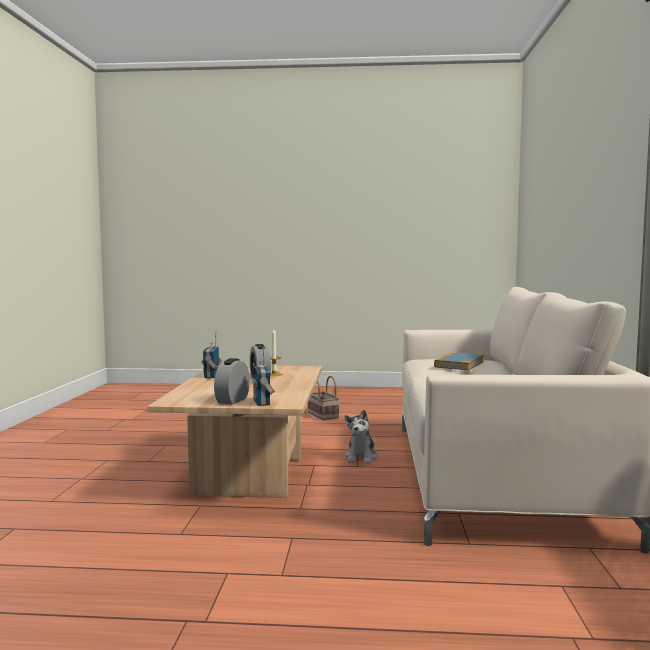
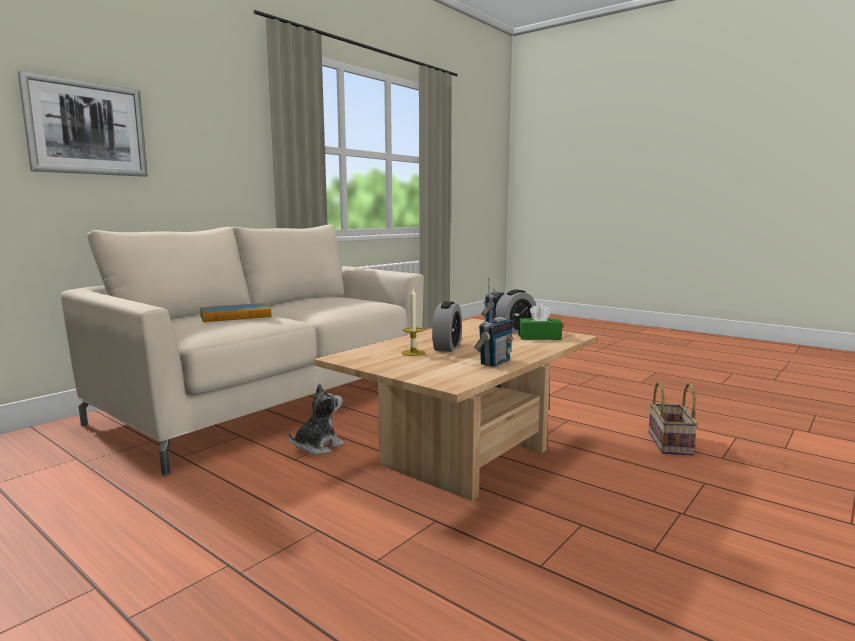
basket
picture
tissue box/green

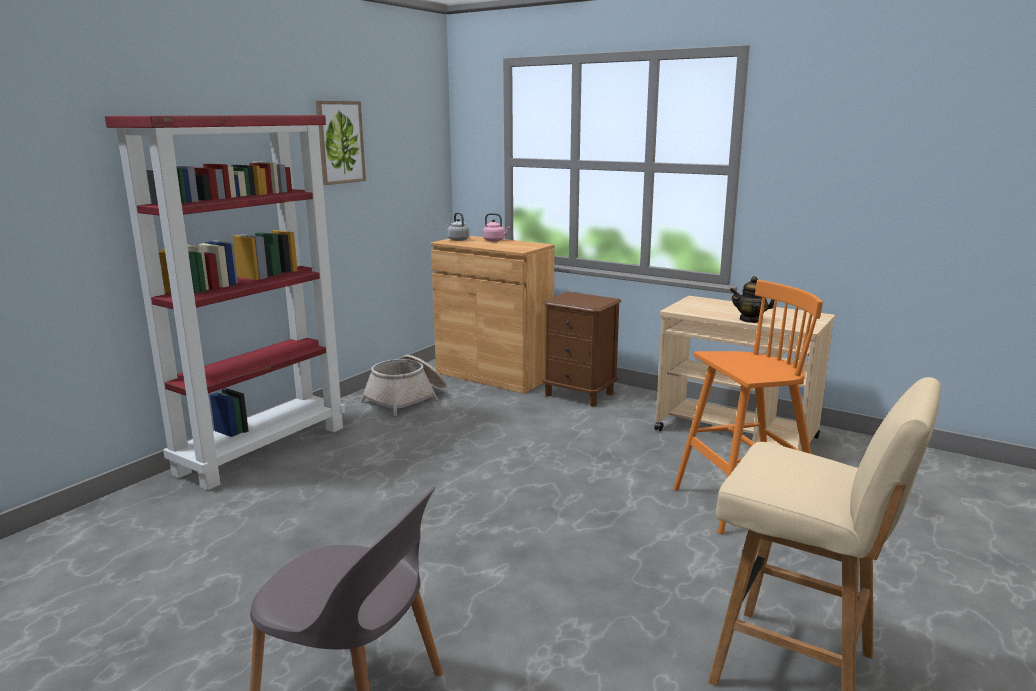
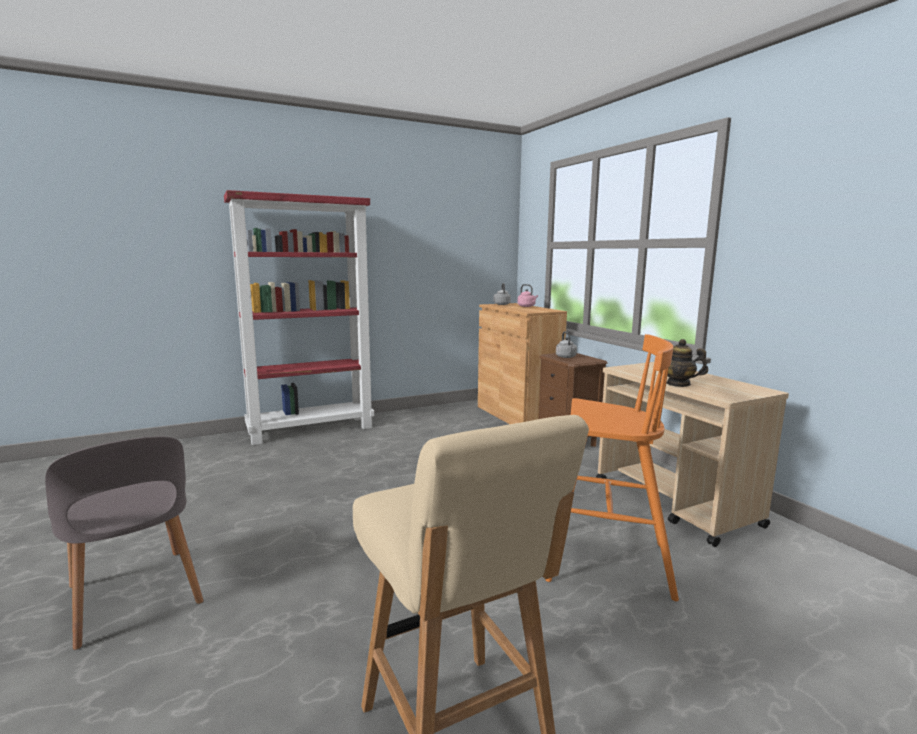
picture
basket
kettle/grey (2nd from left)

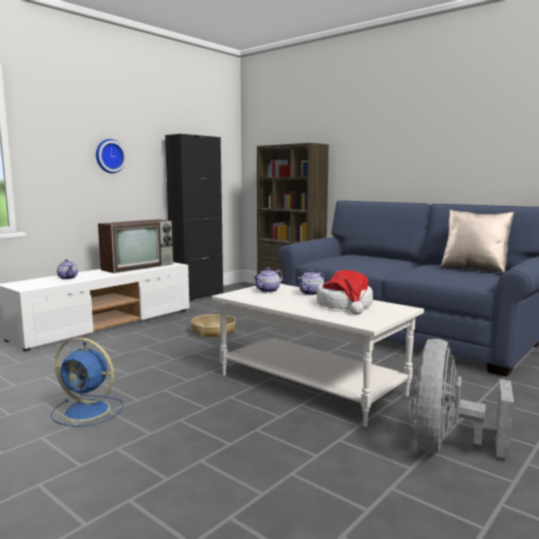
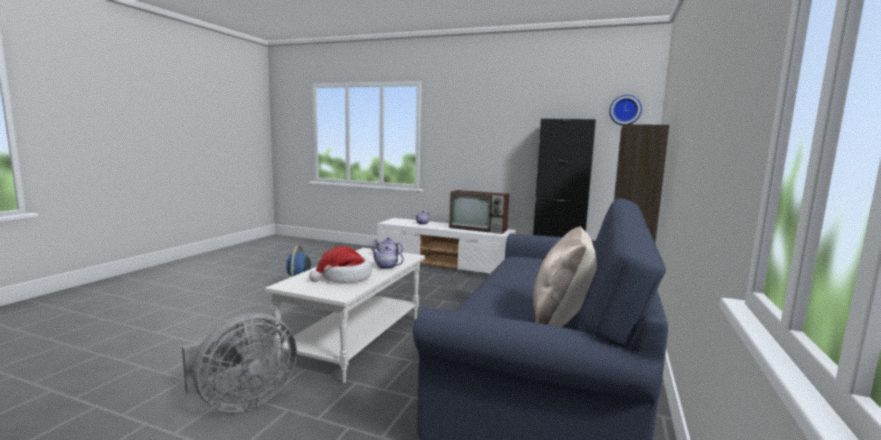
wall clock
basket
fan/grey

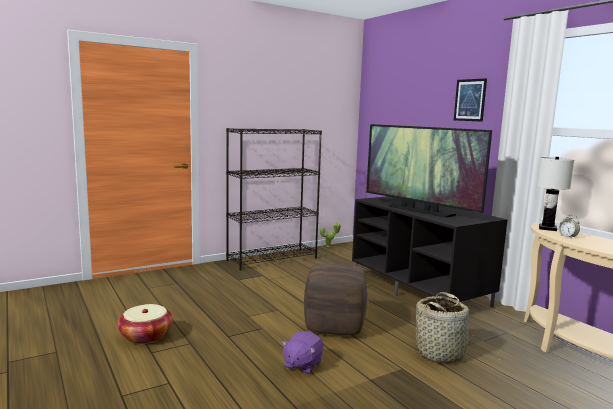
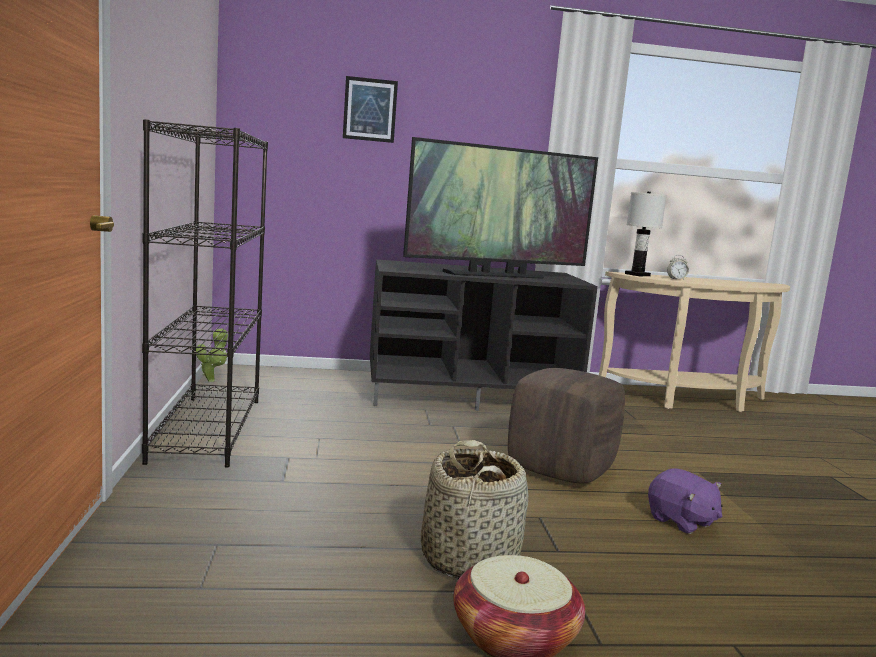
basket (1st from left)
picture

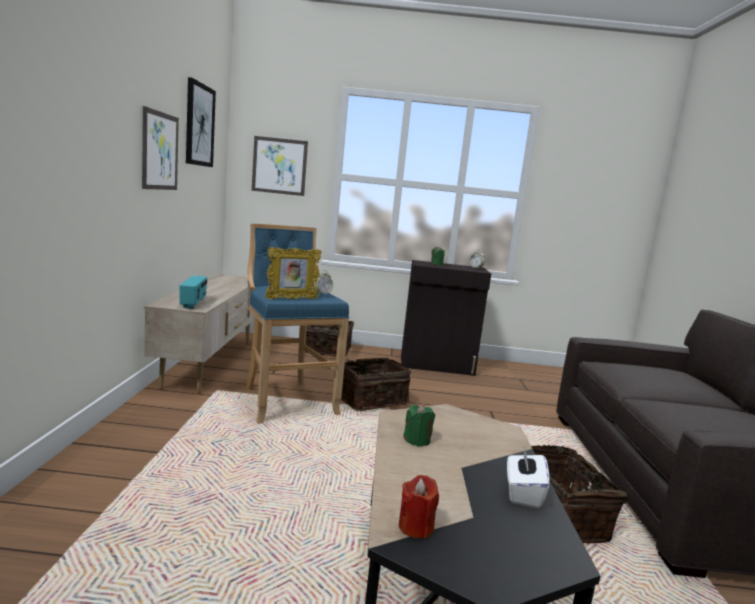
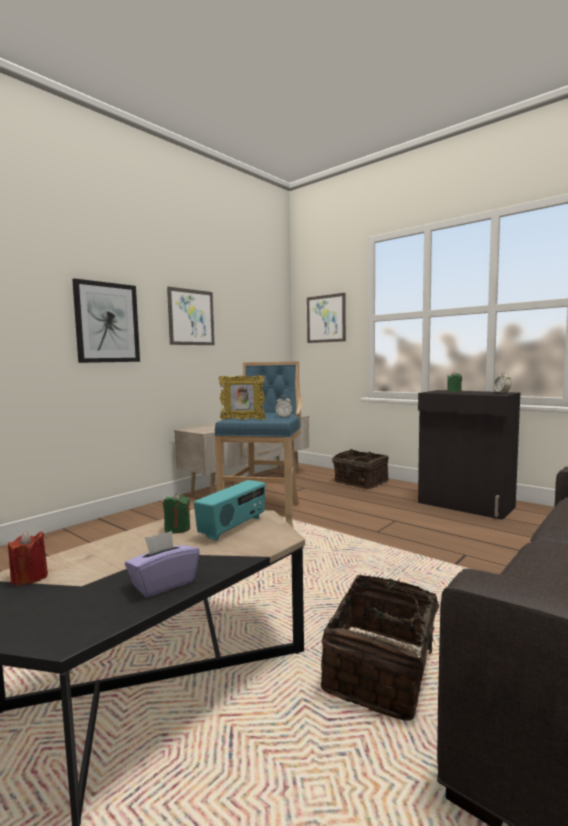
radio
picture (1st from left)
basket (2nd from left in the first image)
tissue box/purple

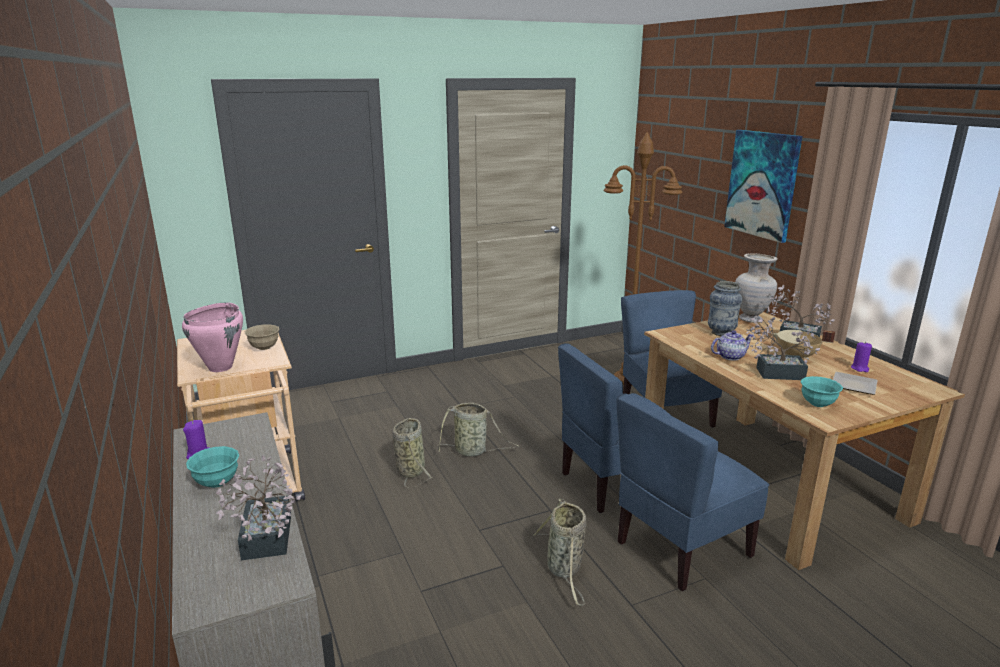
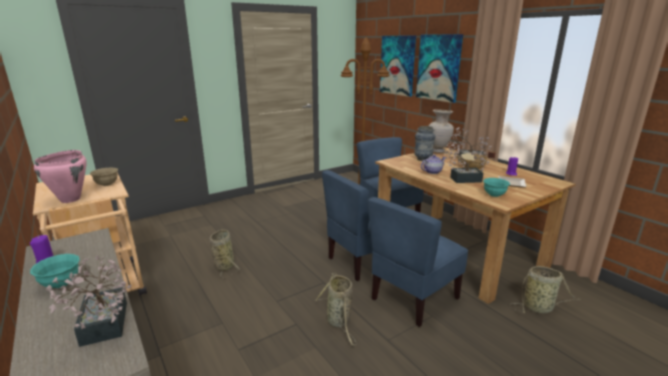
basket (3rd from left)
picture (1st from left)

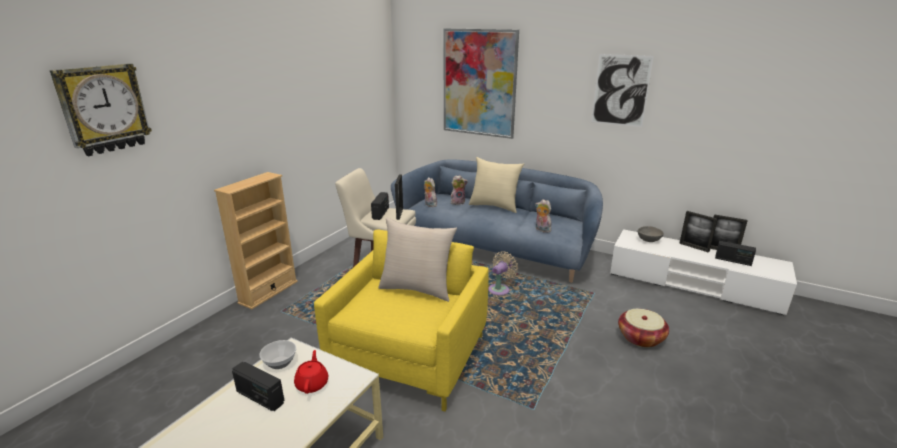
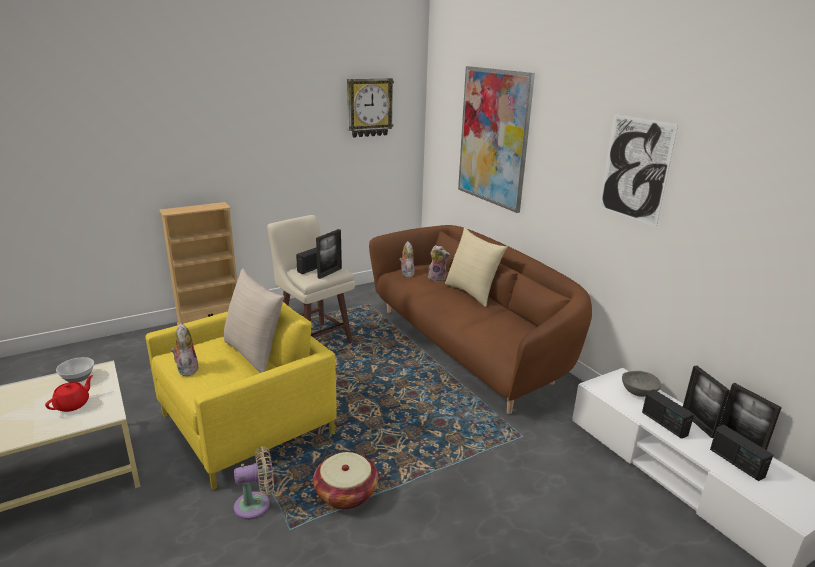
wall clock
radio (2nd from left)
sofa/brown
fan/beige
plush toy (1st from left)
basket

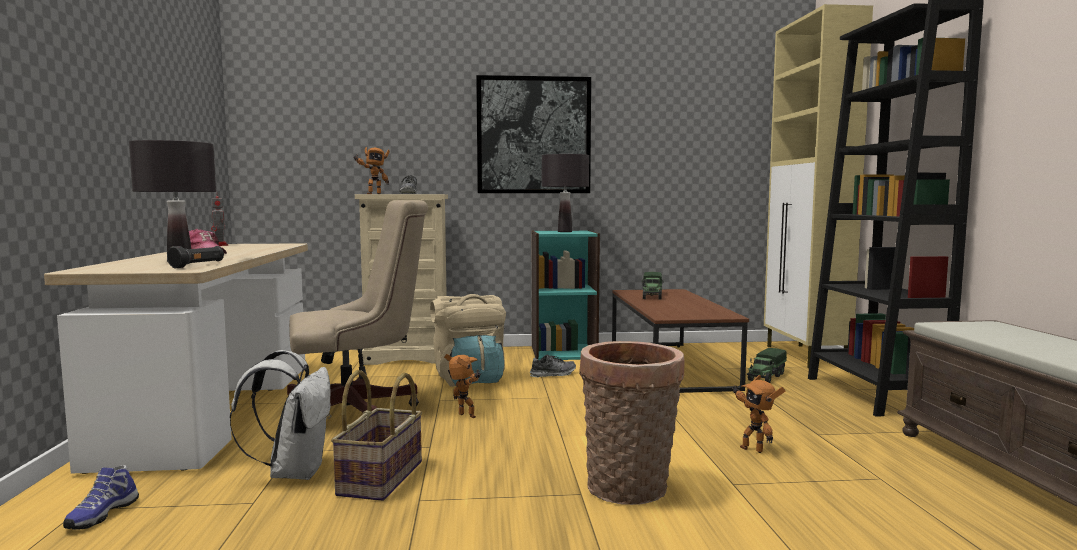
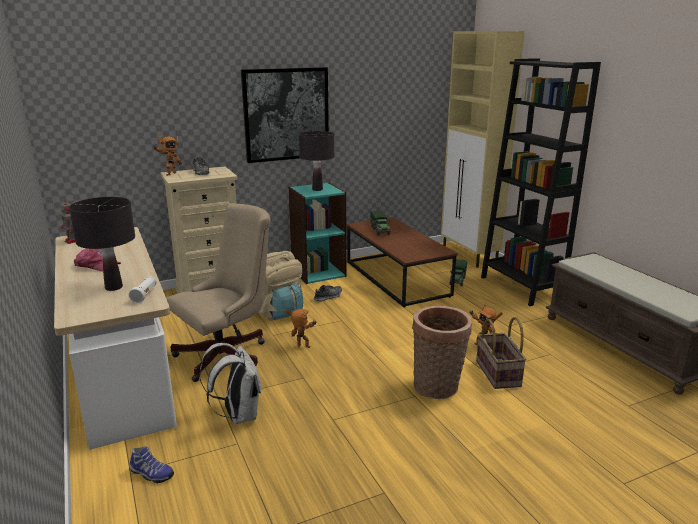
shoe (1st from left)
flashlight/white
basket (2nd from left)

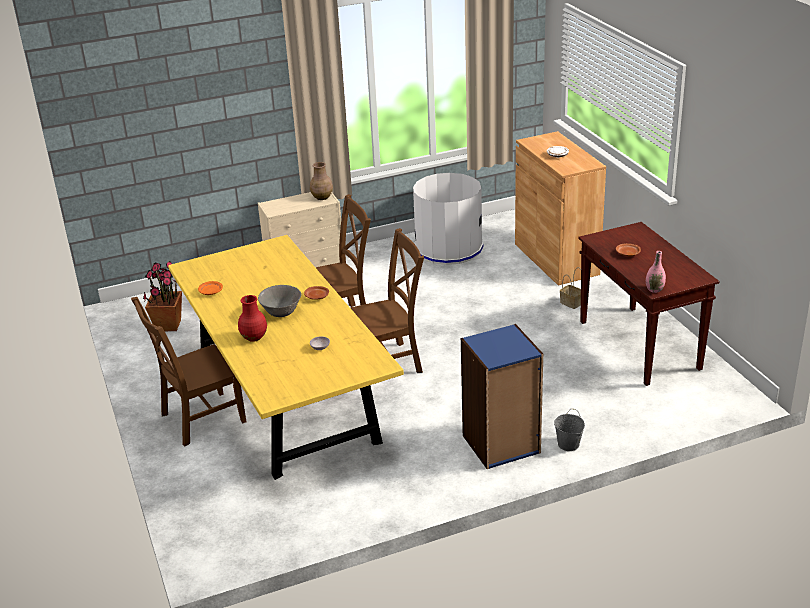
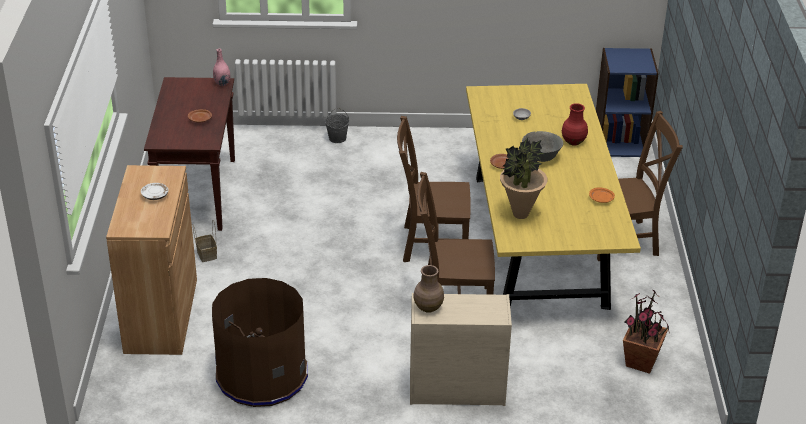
trash can/brown
bookcase/blue
potted plant (1st from left)

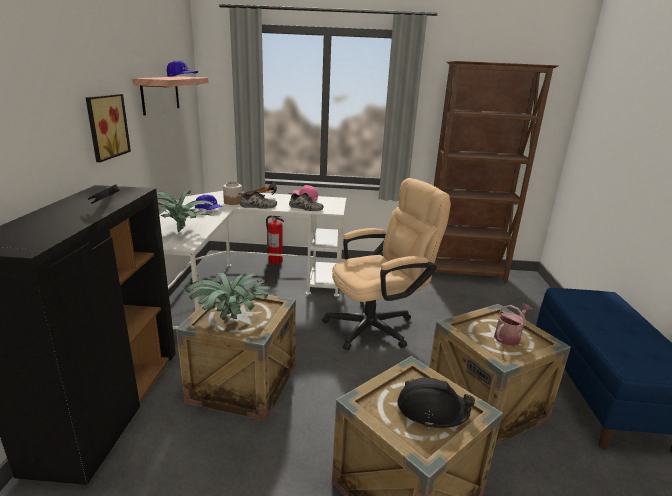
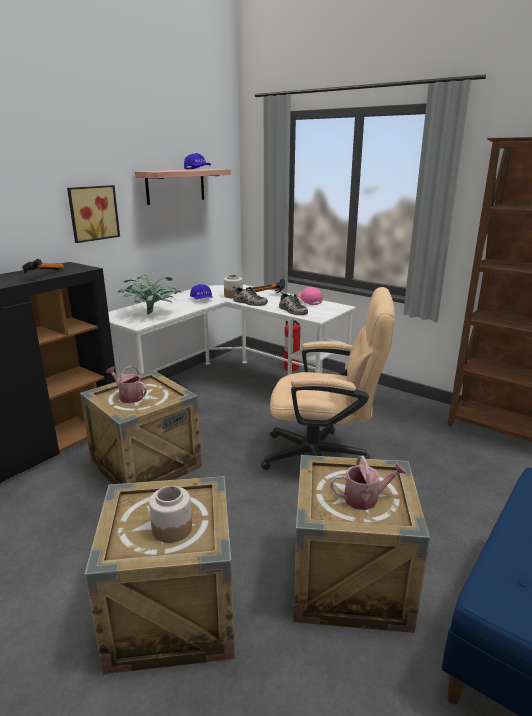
watering can (1st from left)
jar (1st from left)

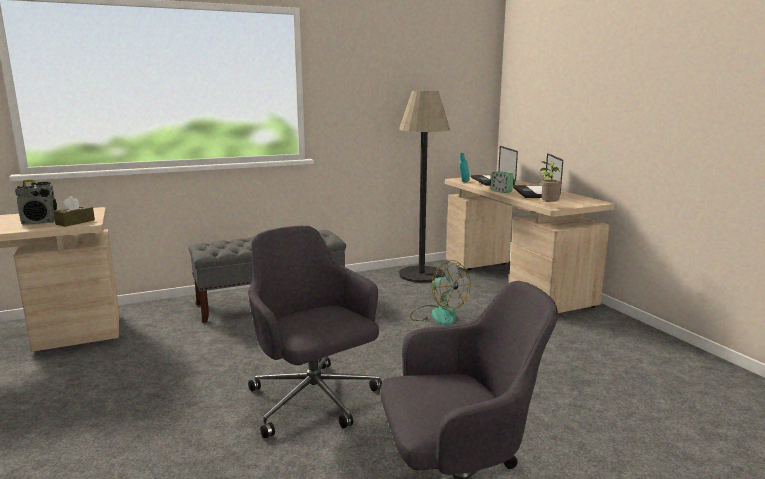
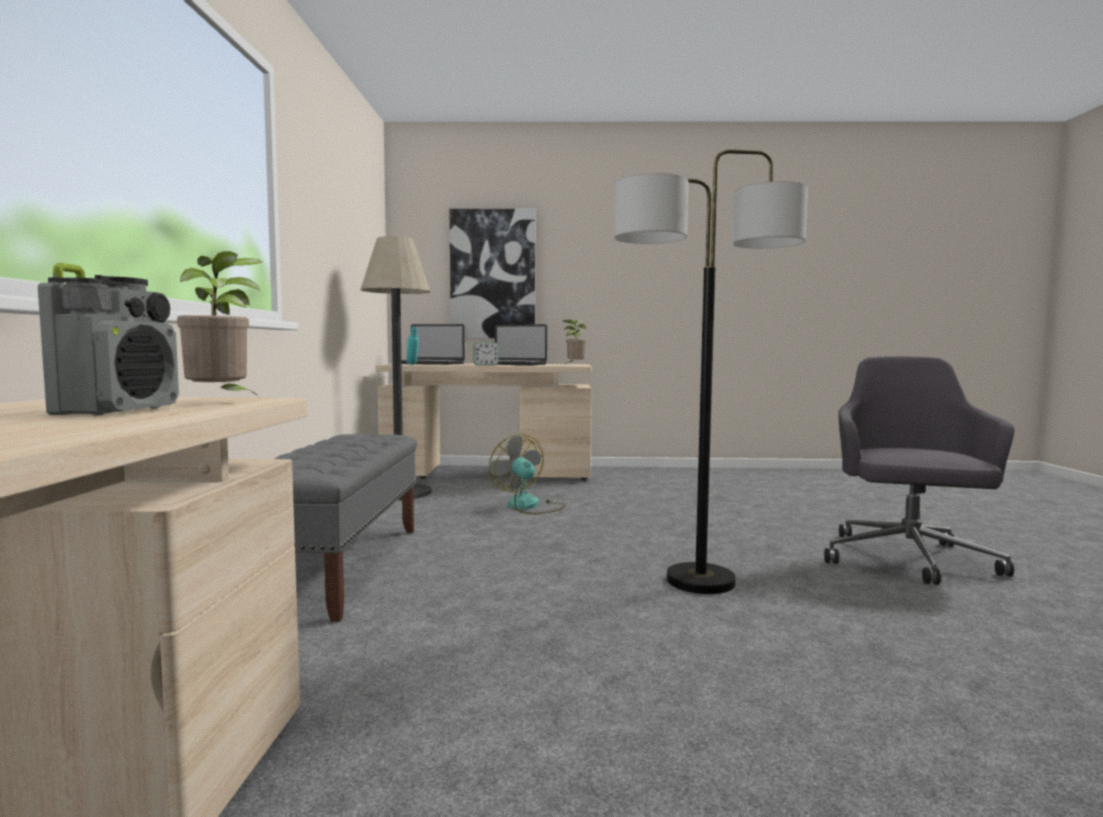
potted plant (1st from left)
floor lamp (2nd from left)
fan
picture

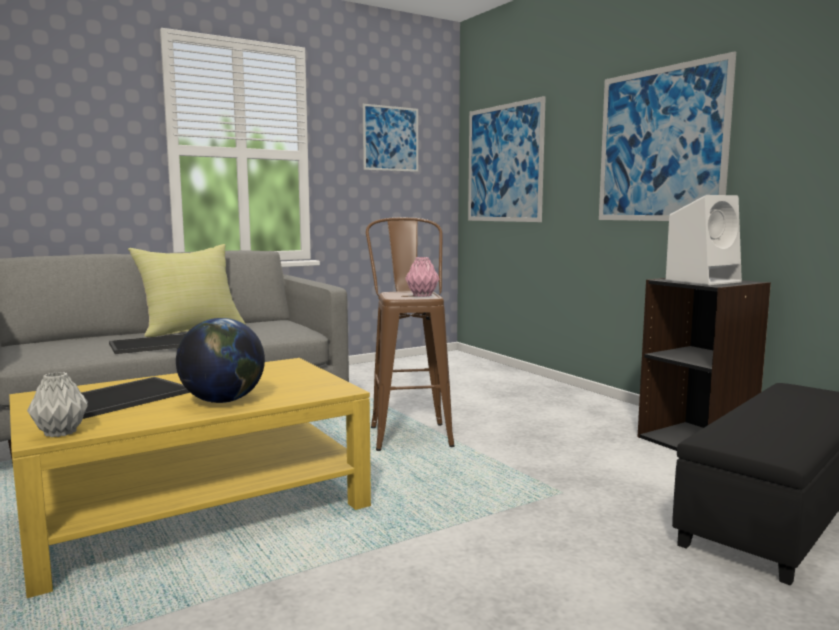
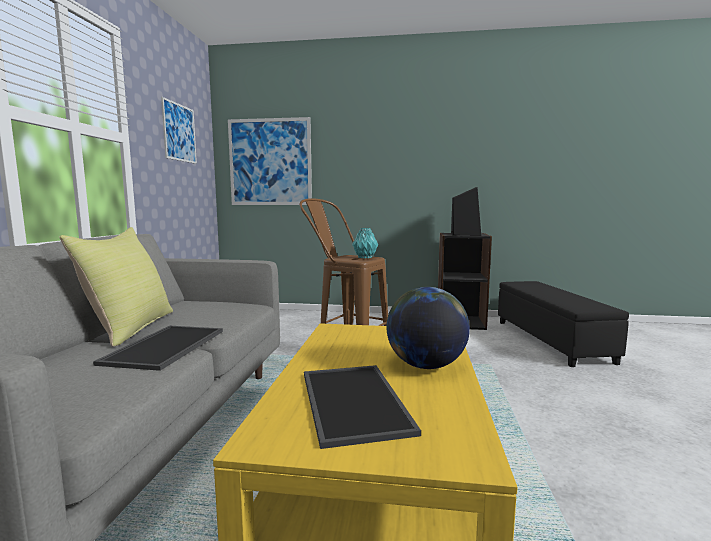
vase/grey
vase/turquoise
picture (3rd from left in the first image)
speaker/black

